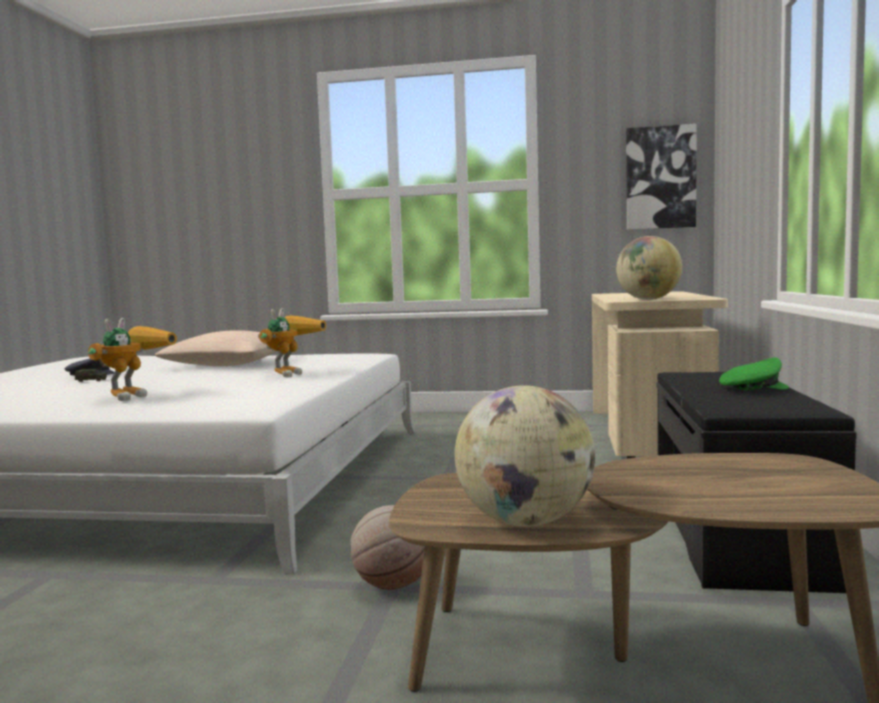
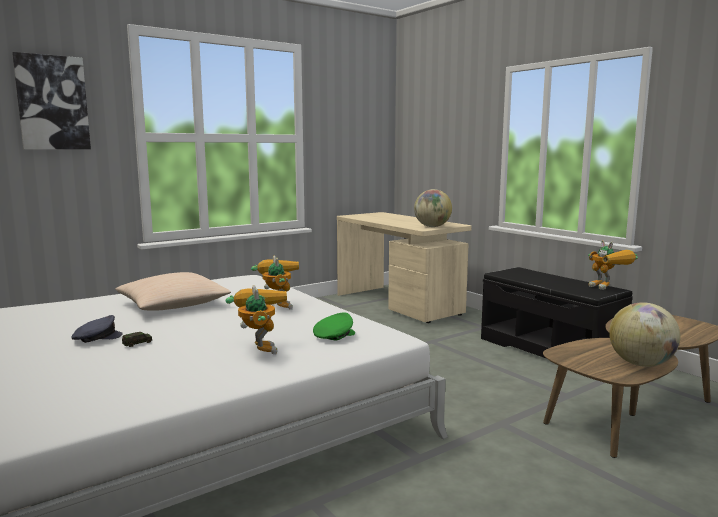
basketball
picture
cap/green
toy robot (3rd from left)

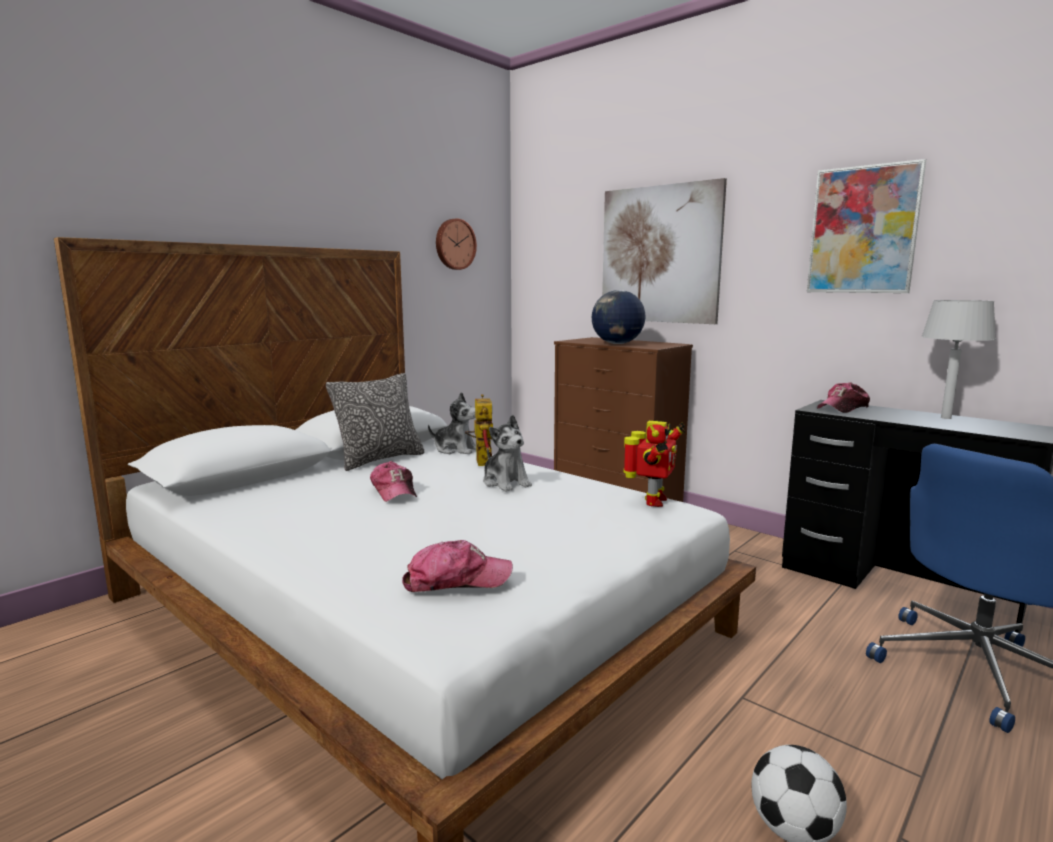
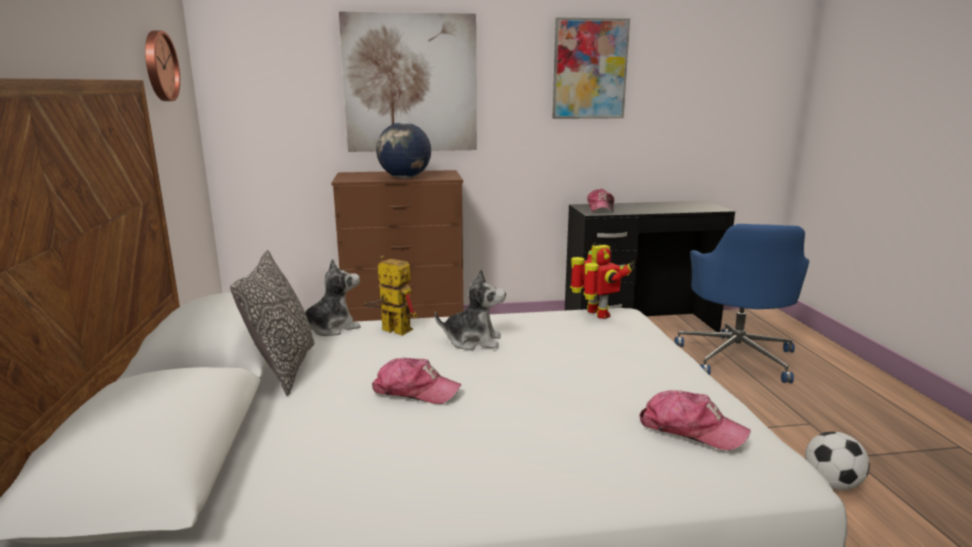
cap (3rd from left)
table lamp/grey

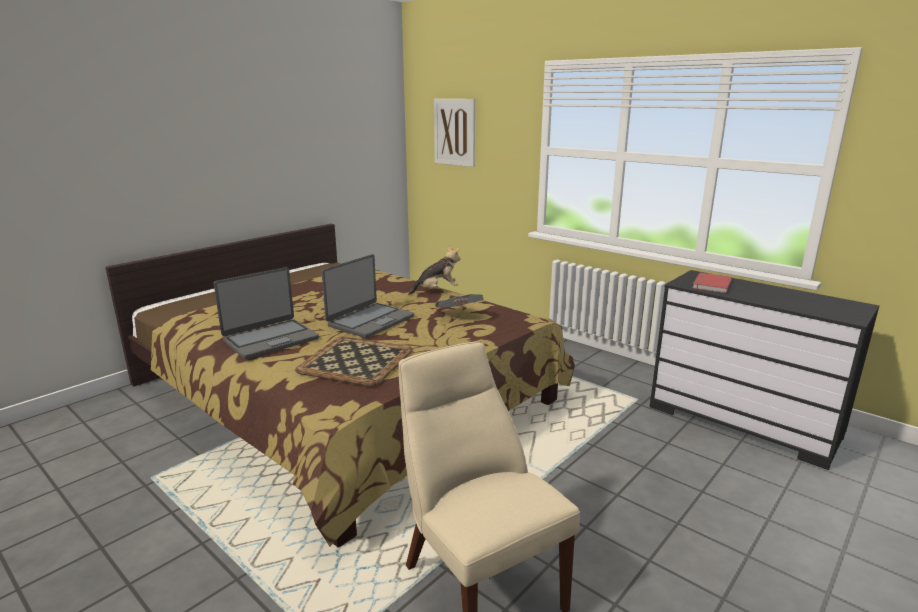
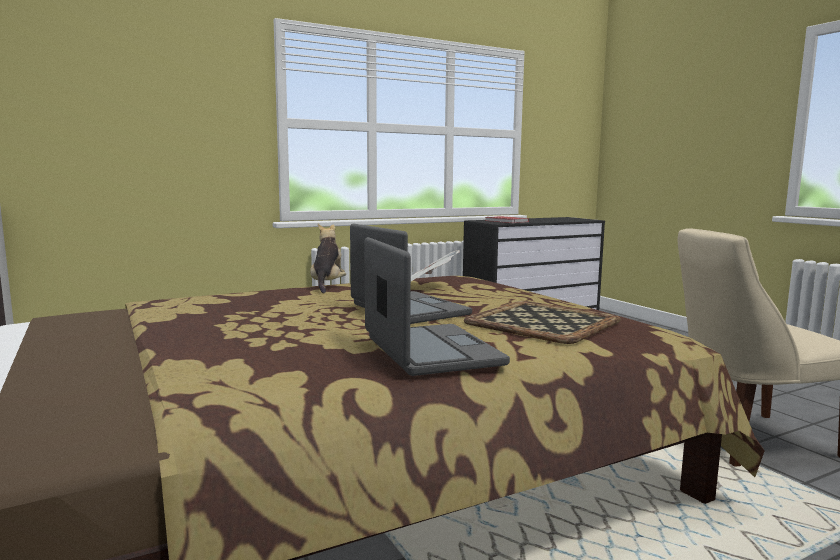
picture

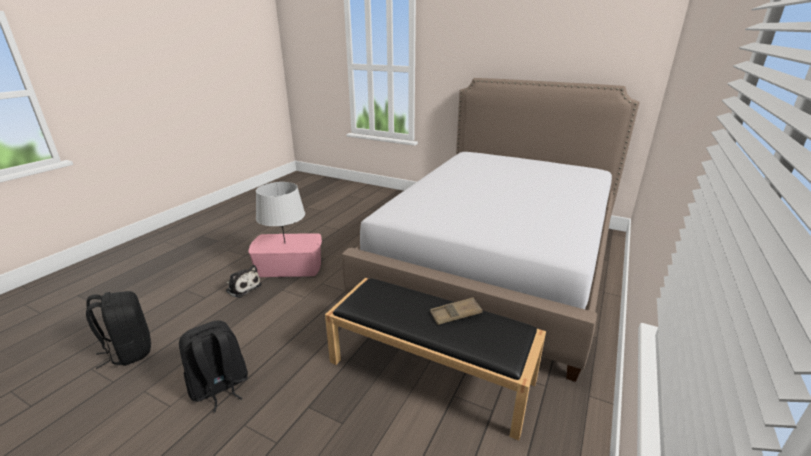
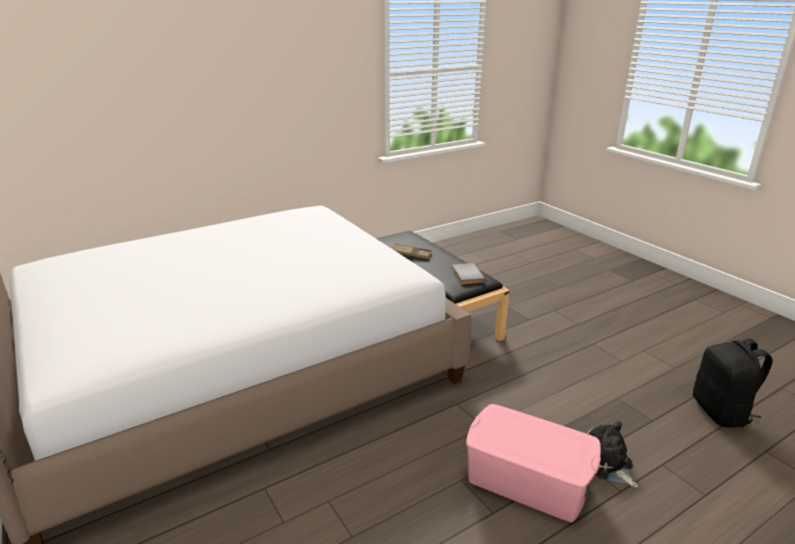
backpack/black (2nd from left in the first image)
table lamp/grey
book/grey

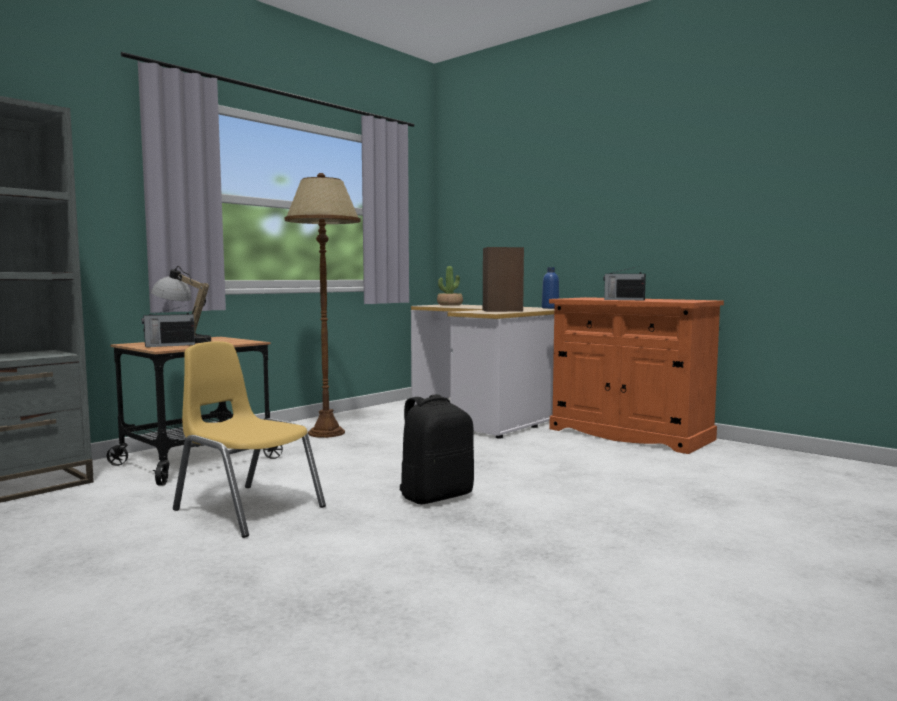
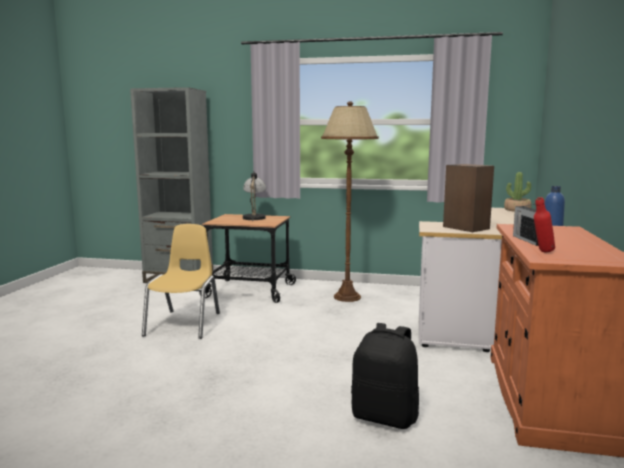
radio (1st from left in the first image)
backpack/black
bottle/red

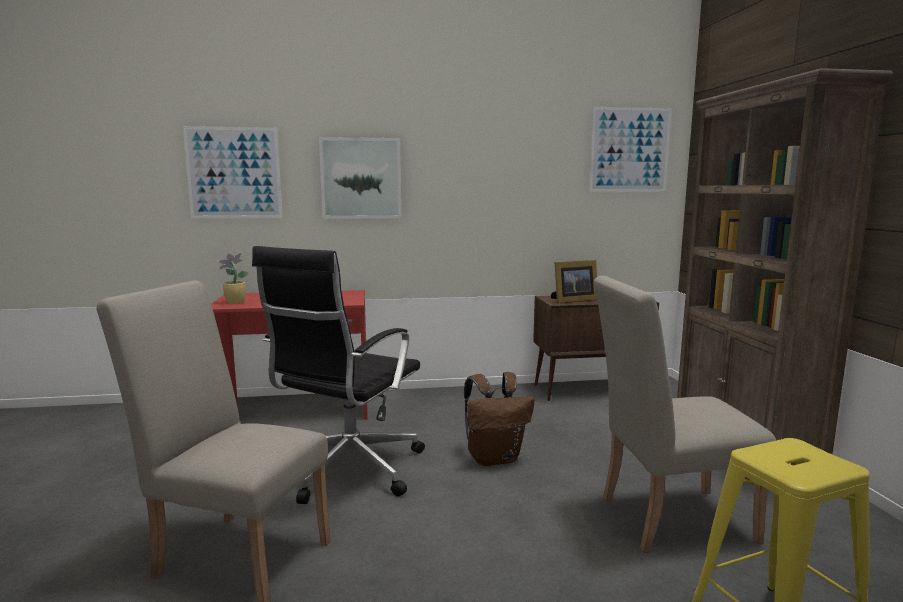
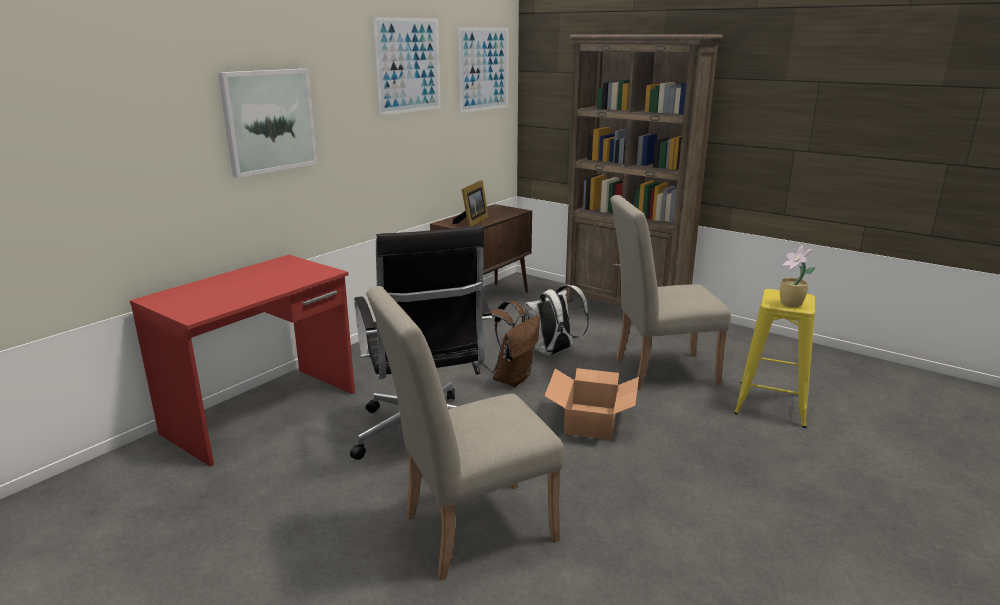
picture (2nd from left)
potted plant
chair/beige (2nd from left)
backpack/white
cardboard box

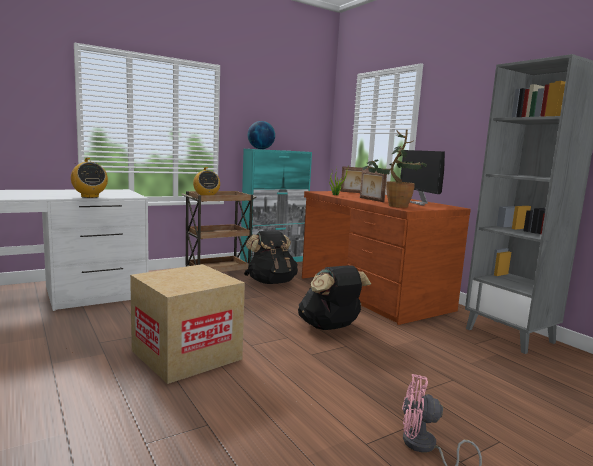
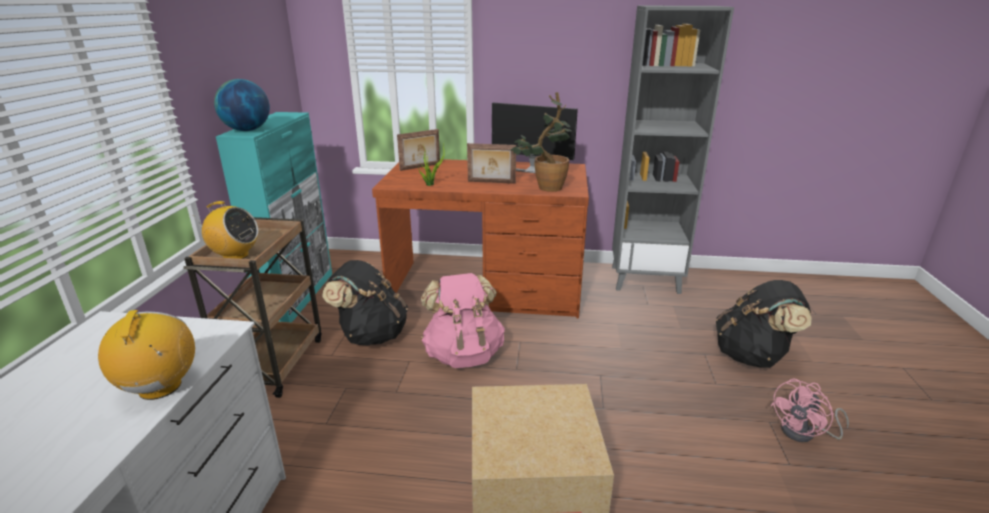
radio (1st from left)
backpack/black (2nd from left)
backpack/pink

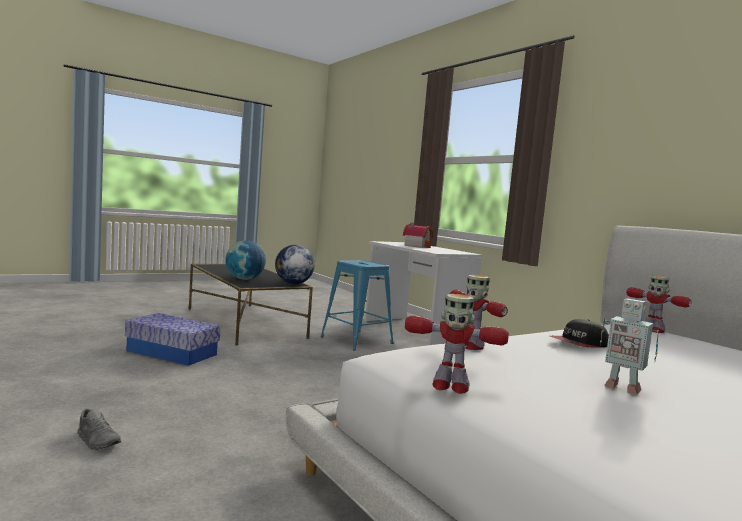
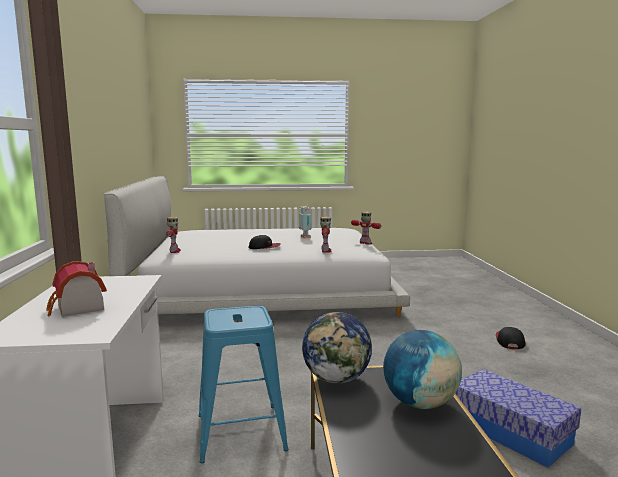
cap (2nd from left)

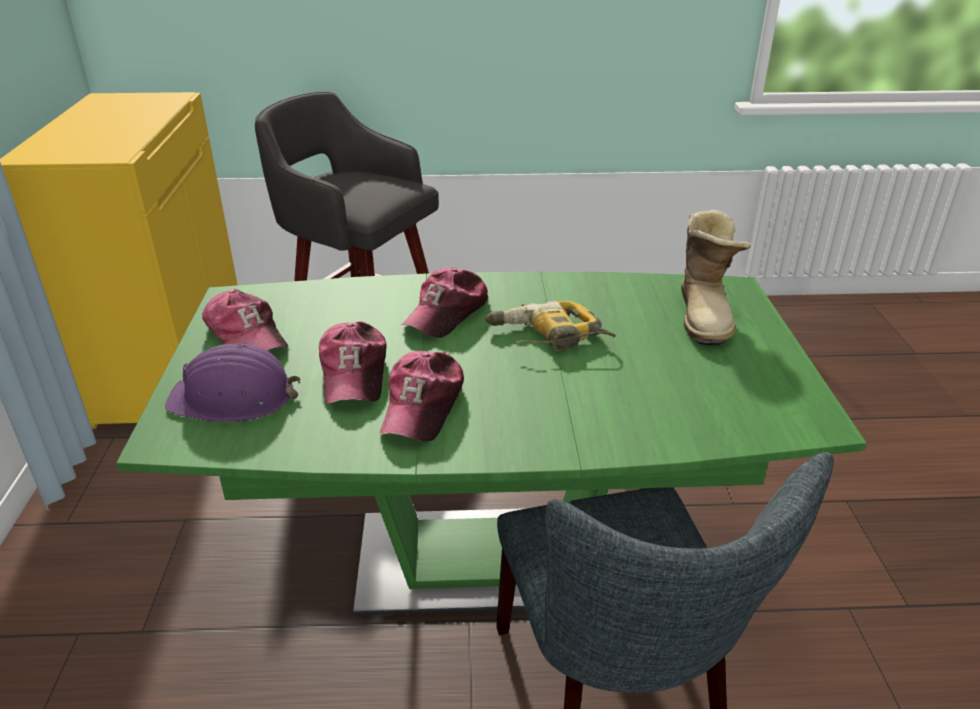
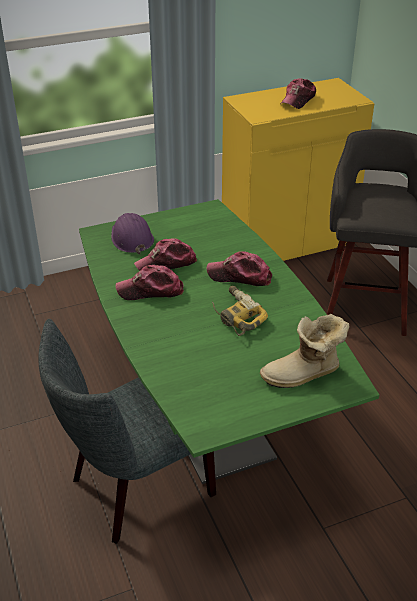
cap (4th from left)

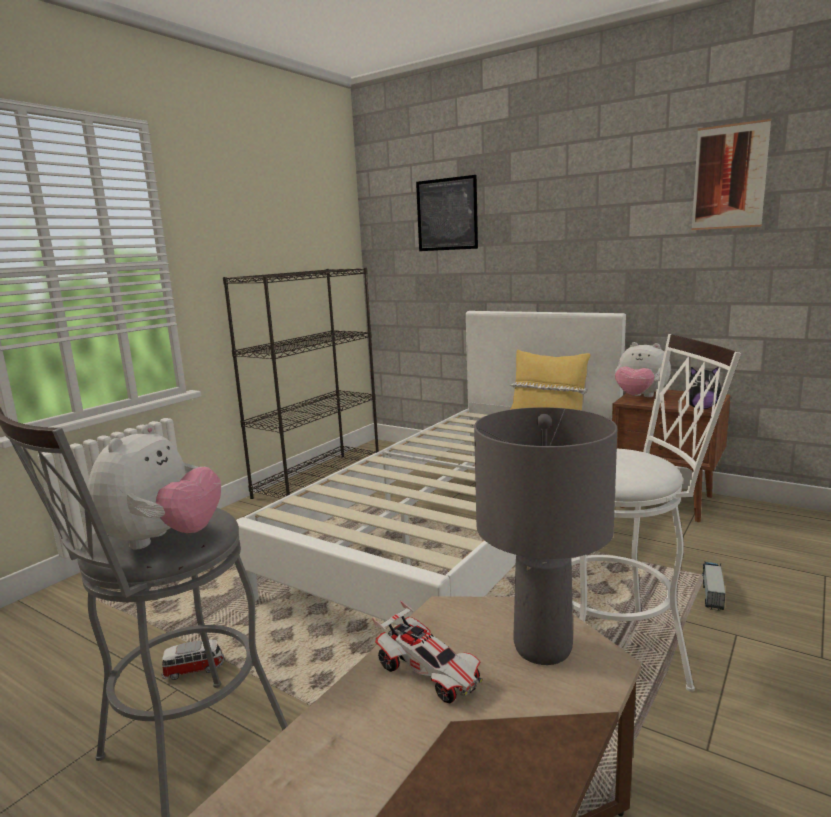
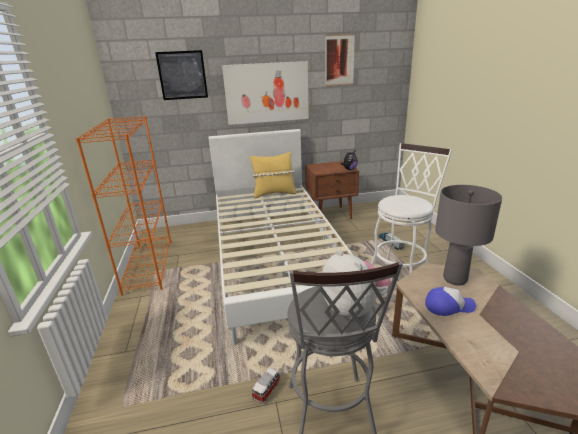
bookcase/orange
cap
plush toy (2nd from left in the first image)
picture (2nd from left)

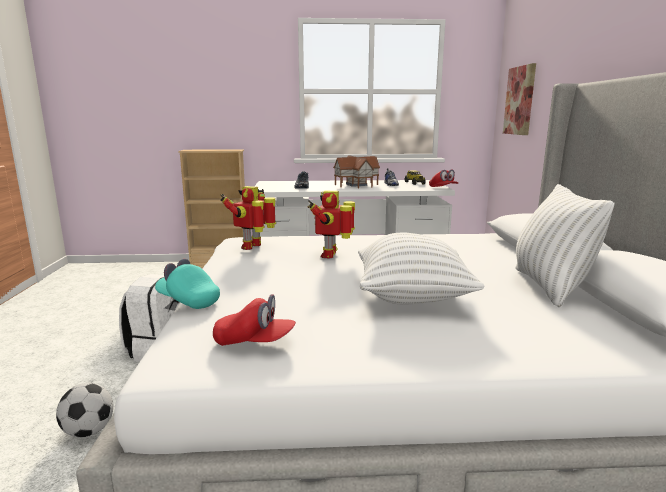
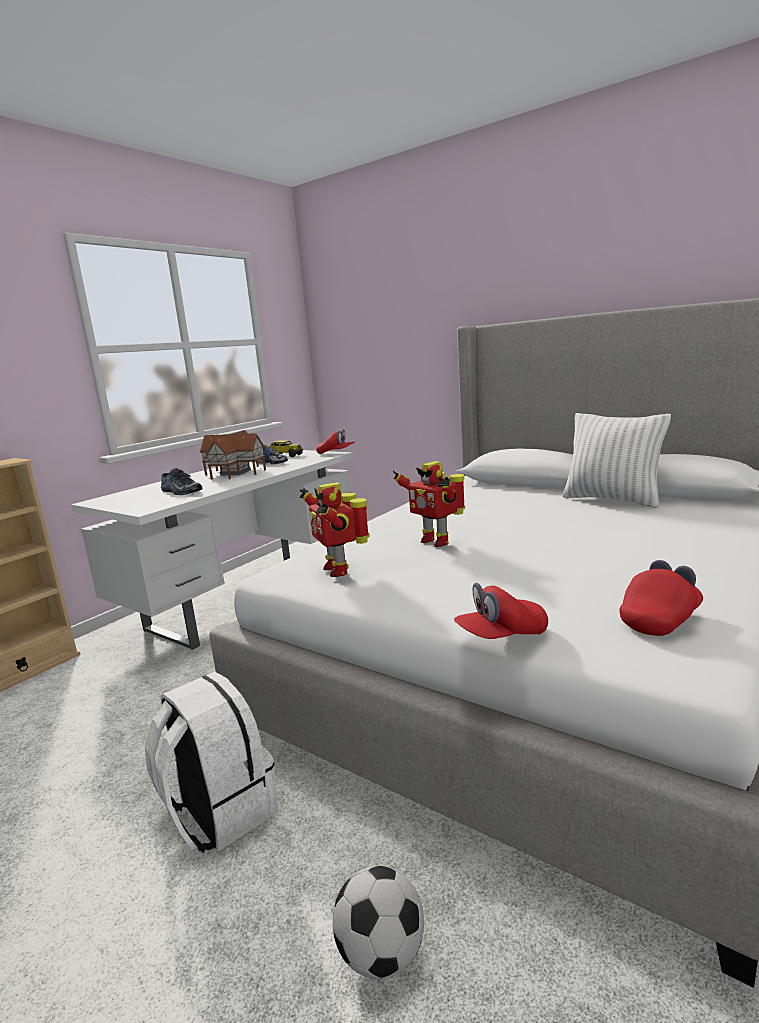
cap/red (2nd from left)
pillow/white (1st from left in the first image)
picture

